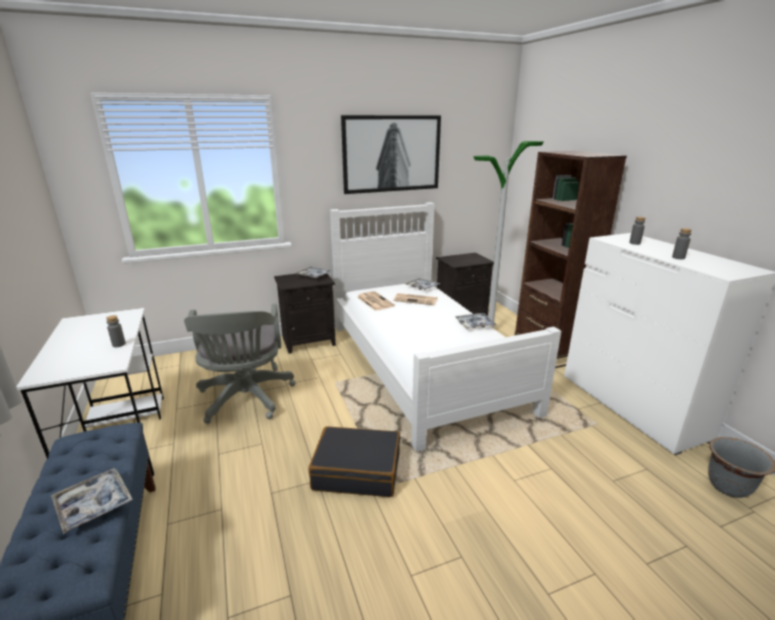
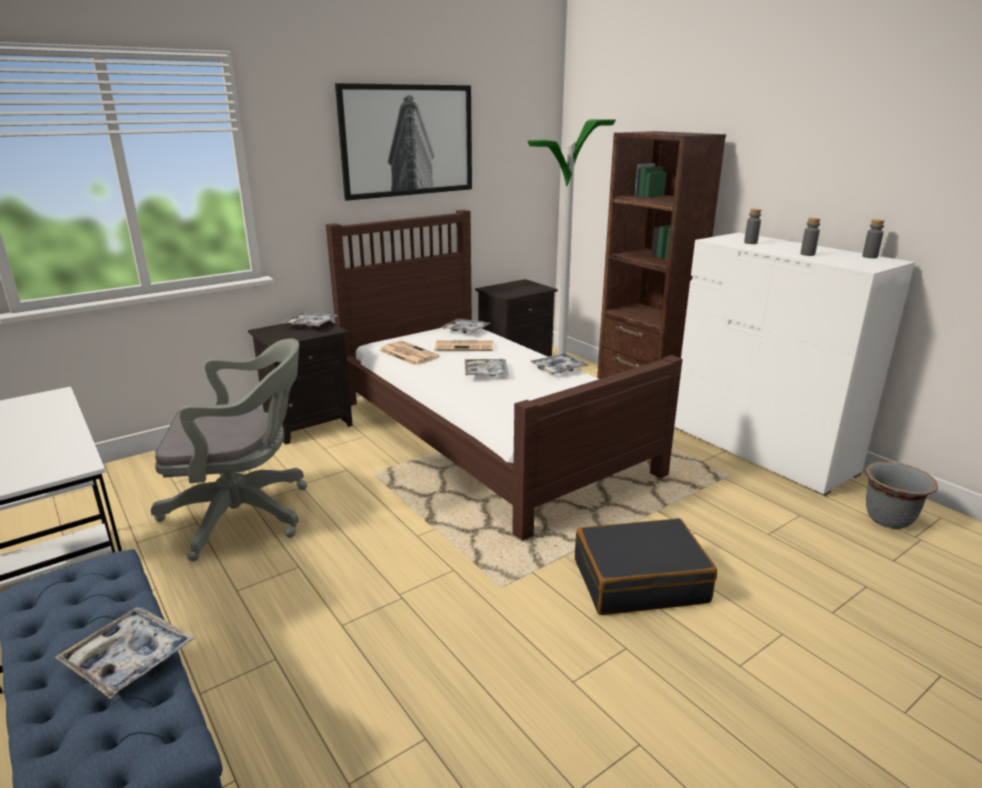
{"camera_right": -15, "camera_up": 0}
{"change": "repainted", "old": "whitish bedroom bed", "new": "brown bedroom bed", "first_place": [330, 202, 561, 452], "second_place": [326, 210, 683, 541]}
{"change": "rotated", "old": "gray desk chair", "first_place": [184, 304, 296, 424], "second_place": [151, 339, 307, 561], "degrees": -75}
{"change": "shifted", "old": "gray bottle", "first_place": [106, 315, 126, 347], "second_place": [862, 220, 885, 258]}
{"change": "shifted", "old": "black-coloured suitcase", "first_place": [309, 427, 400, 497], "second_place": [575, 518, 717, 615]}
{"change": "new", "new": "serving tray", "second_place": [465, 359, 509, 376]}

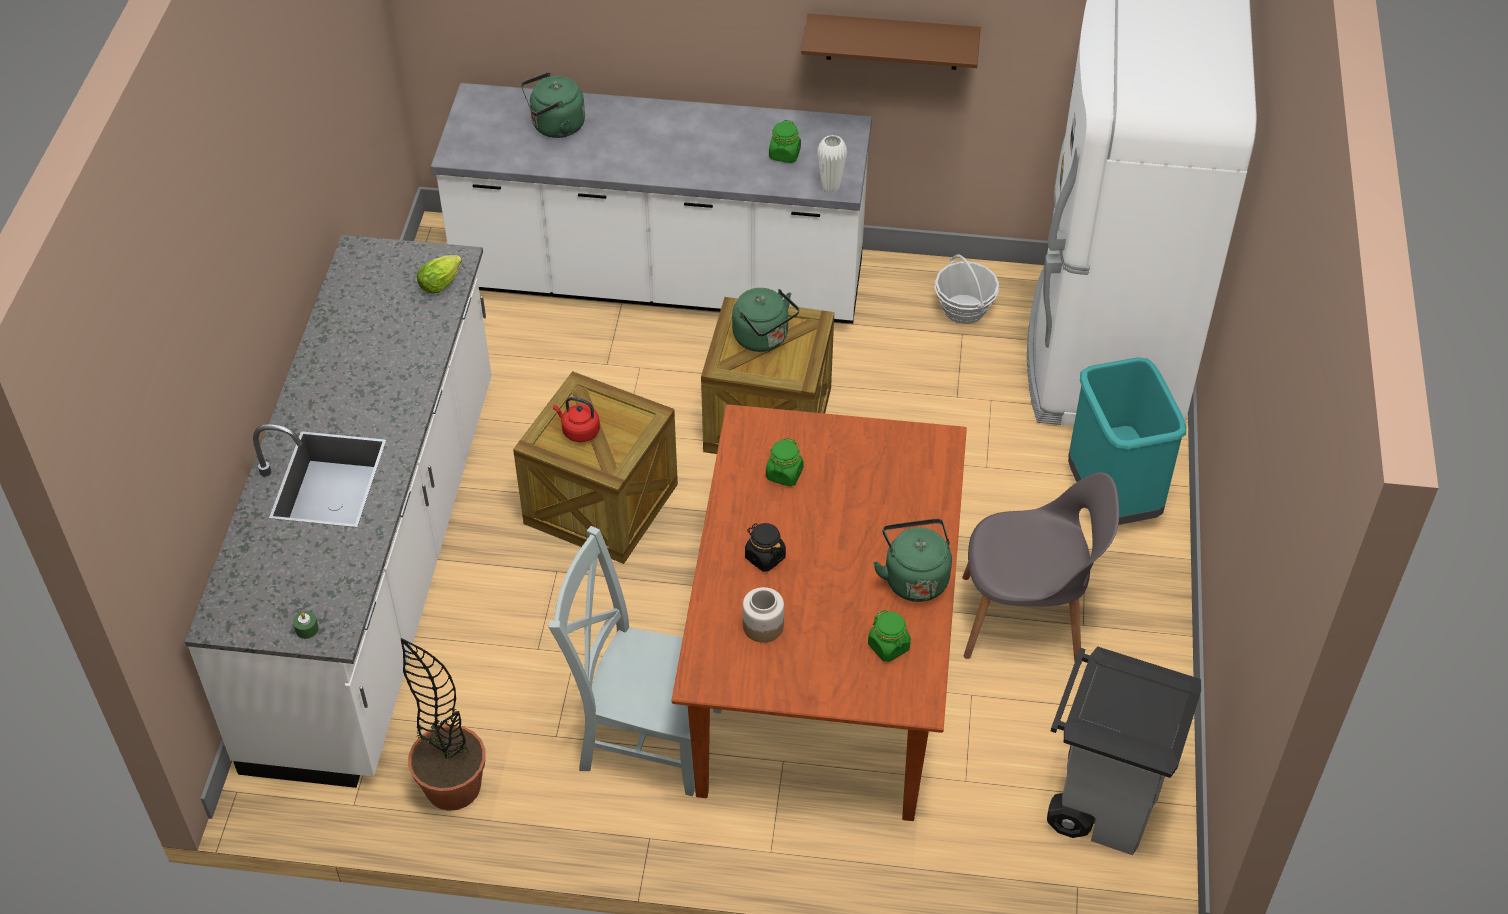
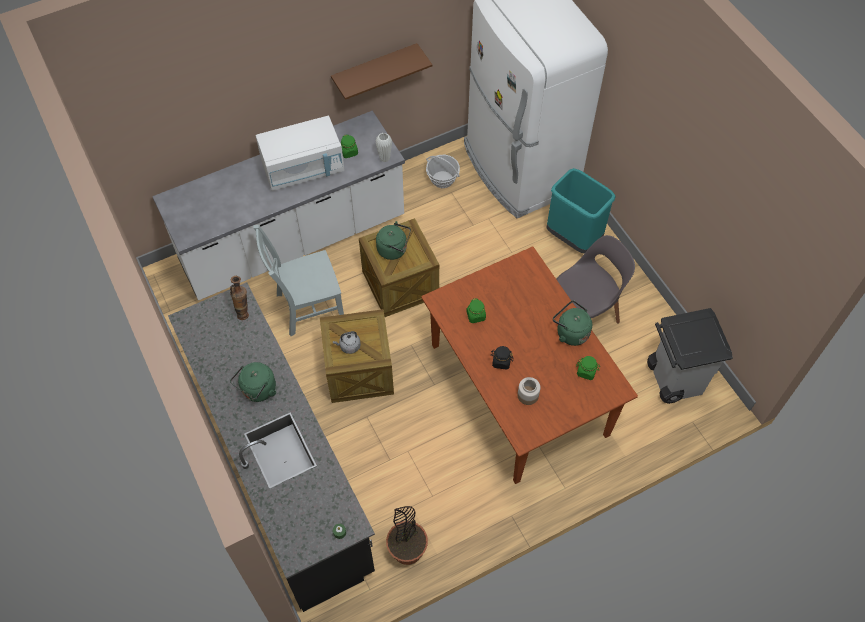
{"camera_right": -35, "camera_up": 10}
{"change": "shifted", "old": "greenish tea kettle", "first_place": [521, 72, 585, 138], "second_place": [230, 362, 276, 402]}
{"change": "repainted", "old": "whitish kitchen counter", "new": "black-coloured kitchen counter", "first_place": [185, 235, 492, 788], "second_place": [168, 282, 375, 612]}
{"change": "swapped", "old": "lettuce", "new": "flower vase", "first_place": [417, 255, 462, 294], "second_place": [230, 276, 249, 320]}
{"change": "repainted", "old": "red-coloured tea kettle", "new": "gray tea kettle", "first_place": [553, 397, 600, 442], "second_place": [333, 331, 361, 354]}
{"change": "shifted", "old": "gray chair", "first_place": [548, 526, 722, 796], "second_place": [253, 225, 344, 336]}
{"change": "new", "new": "whitish microwave oven", "second_place": [256, 116, 345, 191]}

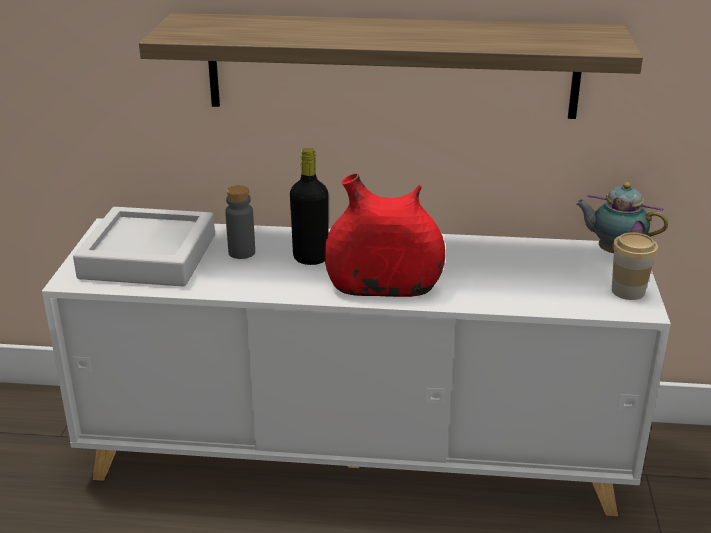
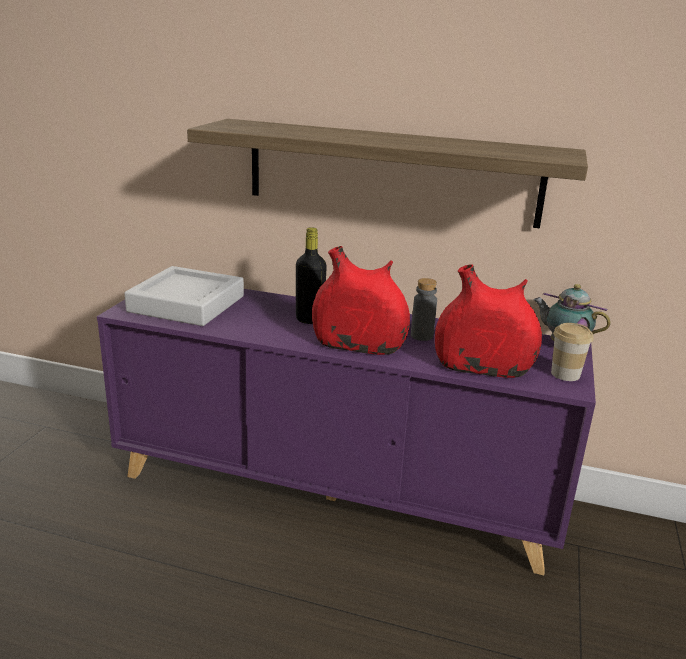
{"camera_right": 10, "camera_up": -5}
{"change": "shifted", "old": "gray bottle", "first_place": [225, 185, 255, 259], "second_place": [411, 278, 437, 341]}
{"change": "repainted", "old": "whitish cabinet", "new": "purple cabinet", "first_place": [42, 218, 671, 516], "second_place": [97, 289, 596, 575]}
{"change": "new", "new": "red-coloured flower vase", "second_place": [435, 264, 542, 378]}

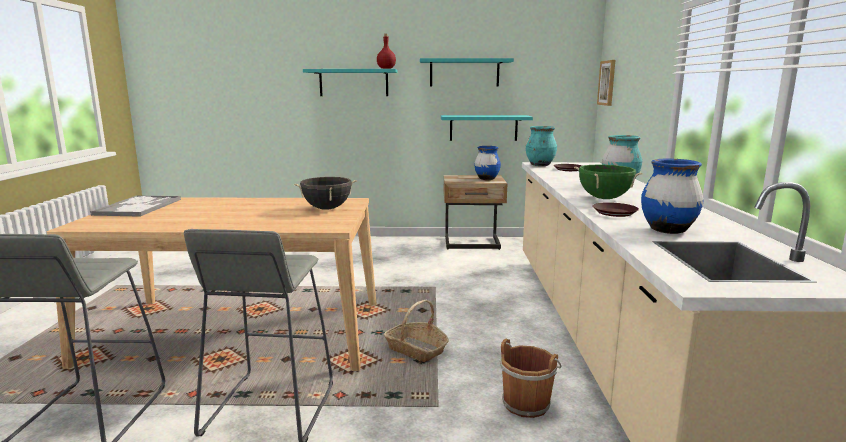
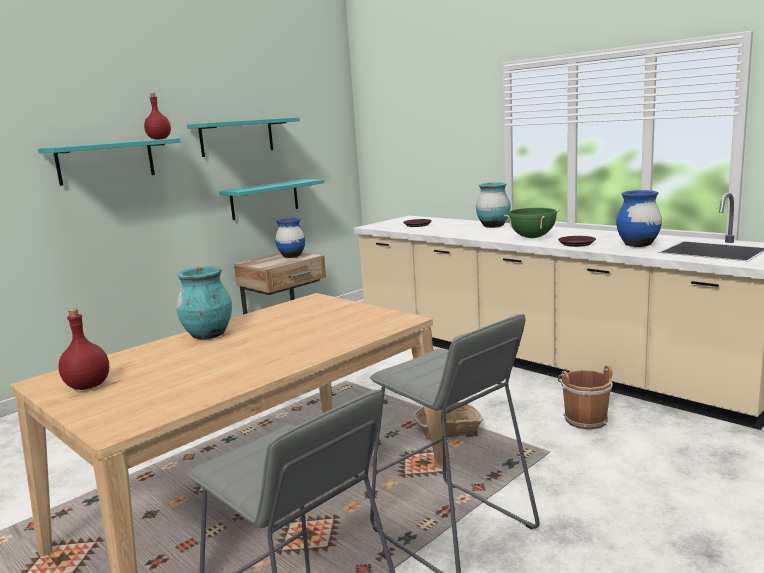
{"camera_right": -45, "camera_up": 0}
{"change": "gone", "old": "wall picture", "first_place": [597, 60, 615, 106]}
{"change": "shifted", "old": "turquoise-coloured flower vase", "first_place": [526, 126, 557, 166], "second_place": [176, 266, 232, 339]}
{"change": "gone", "old": "black-coloured stockpot", "first_place": [294, 177, 357, 210]}
{"change": "swapped", "old": "serving tray", "new": "red-coloured bottle", "first_place": [90, 196, 181, 217], "second_place": [59, 309, 109, 390]}

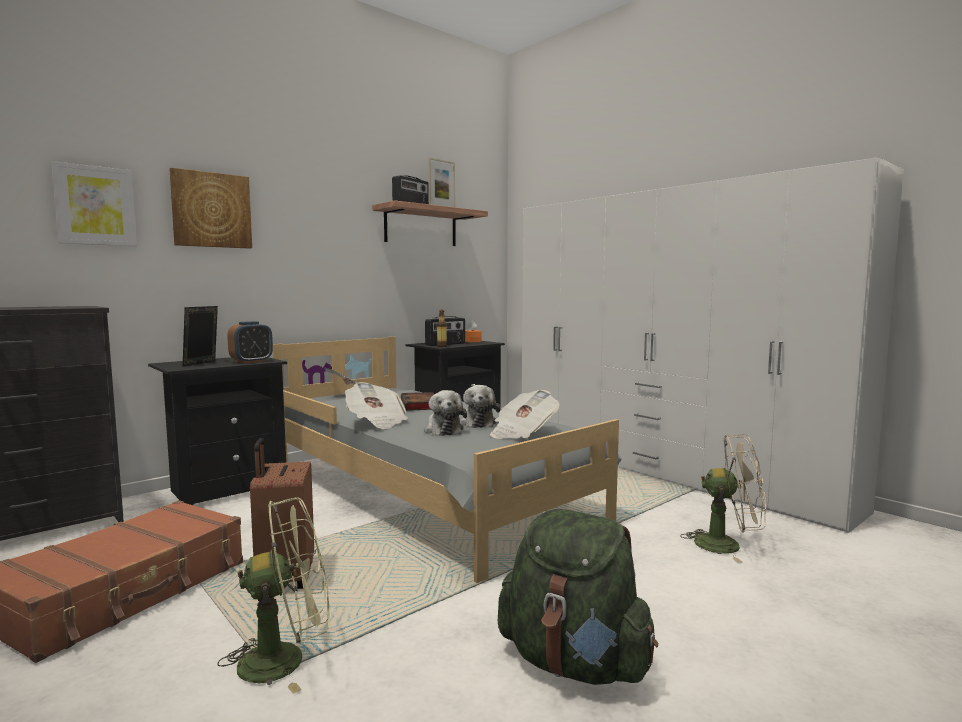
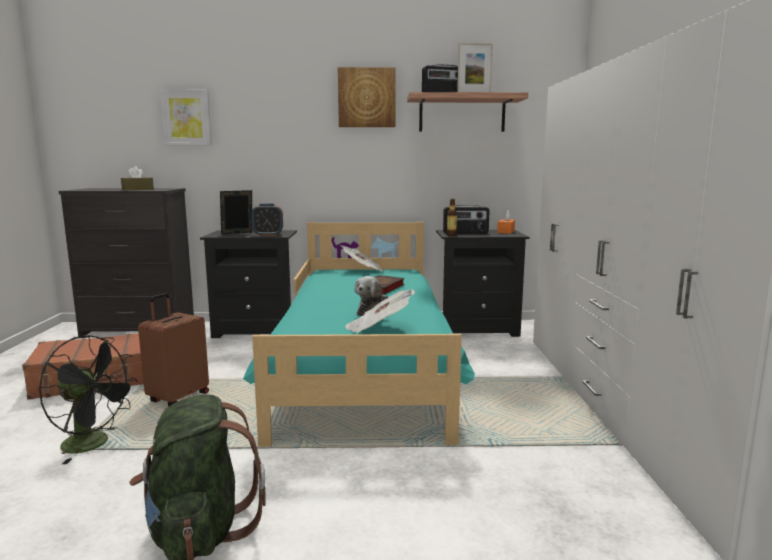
{"camera_right": 40, "camera_up": 5}
{"change": "shifted", "old": "wall picture", "first_place": [170, 168, 252, 249], "second_place": [338, 67, 396, 127]}
{"change": "repainted", "old": "gray bedroom bed", "new": "turquoise-coloured bedroom bed", "first_place": [273, 337, 621, 583], "second_place": [243, 222, 475, 447]}
{"change": "gone", "old": "newspaper", "first_place": [345, 382, 408, 429]}
{"change": "gone", "old": "soft toy", "first_place": [424, 390, 467, 436]}
{"change": "gone", "old": "beige-coloured electric fan", "first_place": [680, 434, 766, 563]}
{"change": "repainted", "old": "greenish electric fan", "new": "black-coloured electric fan", "first_place": [217, 497, 330, 694], "second_place": [39, 335, 138, 464]}
{"change": "new", "new": "brown tissue holder", "second_place": [121, 166, 154, 190]}

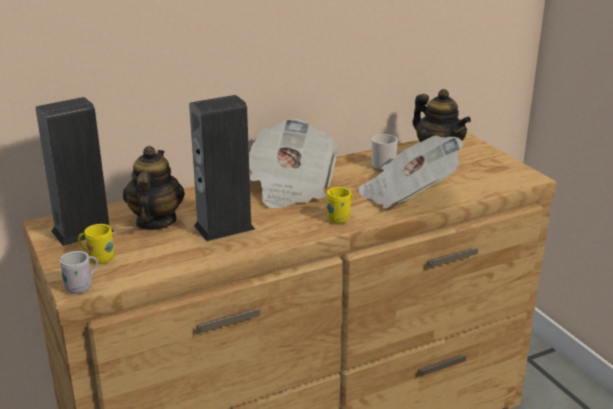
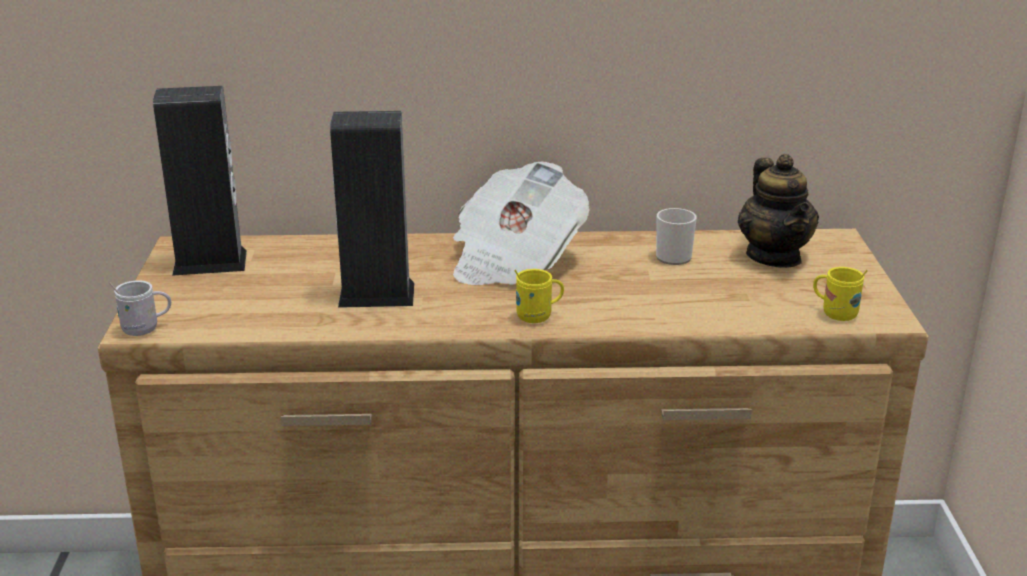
{"camera_right": 25, "camera_up": 0}
{"change": "gone", "old": "newspaper", "first_place": [358, 135, 464, 208]}
{"change": "gone", "old": "teapot", "first_place": [123, 146, 185, 230]}
{"change": "shifted", "old": "yellow-coloured tea mug", "first_place": [78, 224, 114, 264], "second_place": [813, 267, 868, 321]}

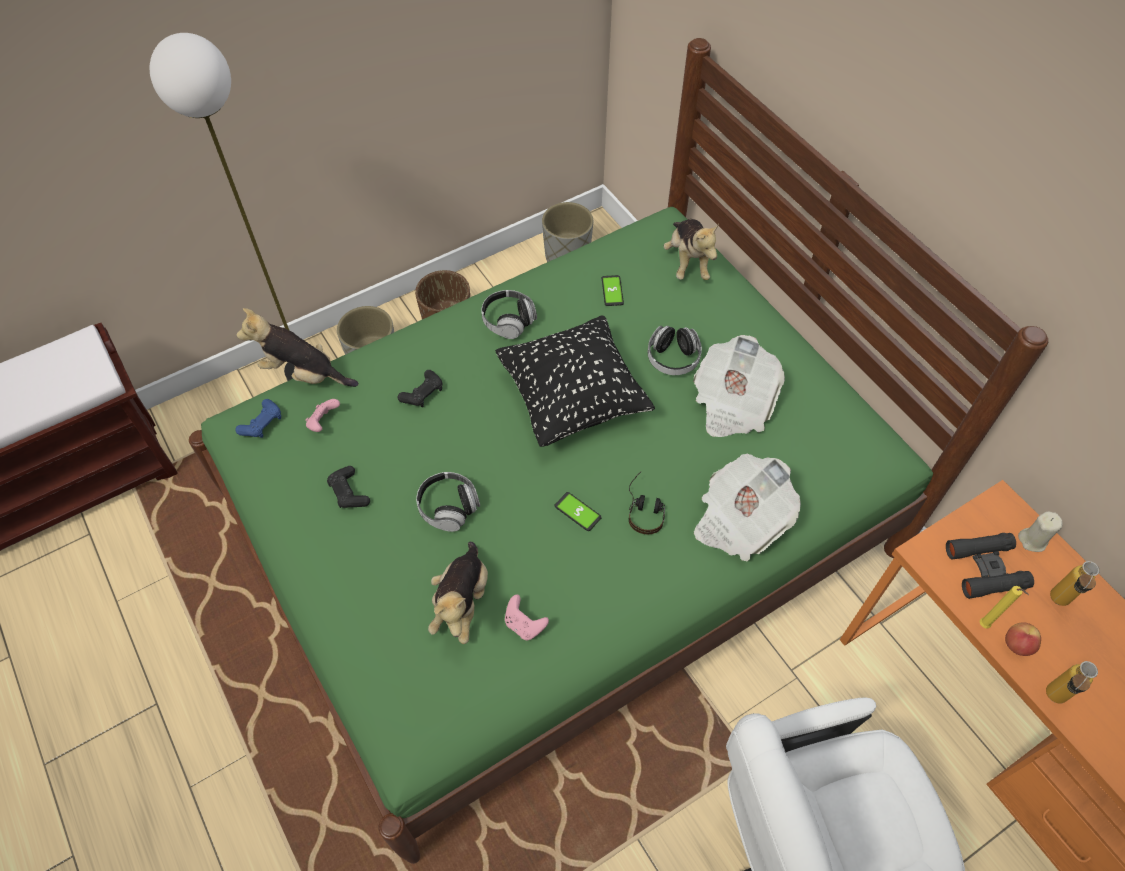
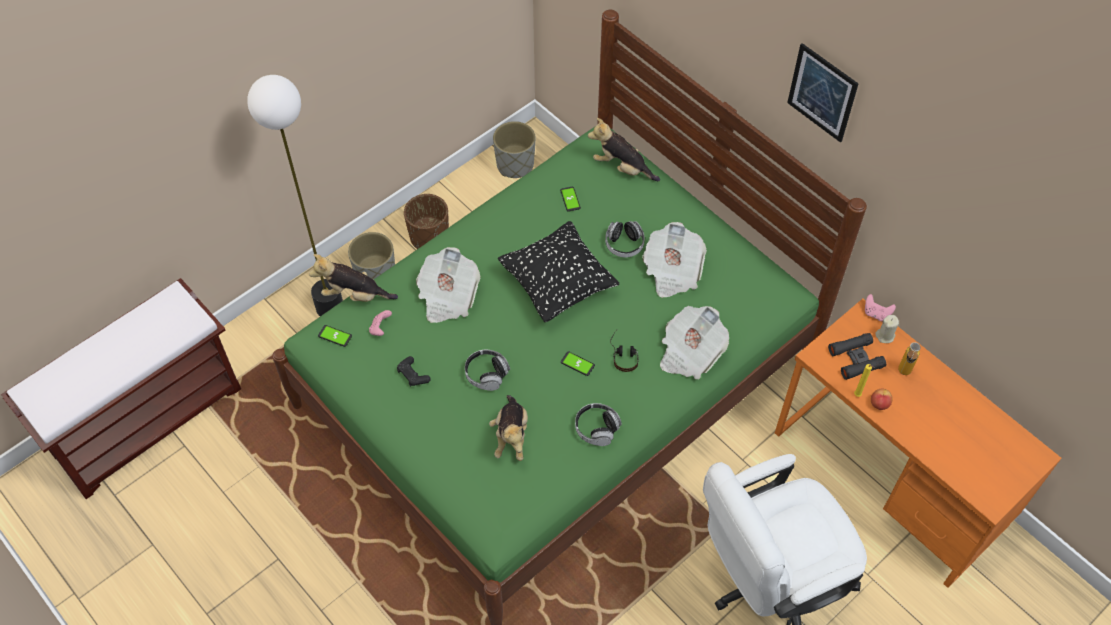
{"camera_right": -10, "camera_up": 0}
{"change": "rotated", "old": "soft toy", "first_place": [664, 219, 719, 280], "second_place": [588, 118, 660, 181], "degrees": 135}
{"change": "shifted", "old": "pair of headphones", "first_place": [481, 290, 537, 339], "second_place": [575, 403, 622, 446]}
{"change": "swapped", "old": "black-coloured gamepad", "new": "newspaper", "first_place": [398, 370, 442, 407], "second_place": [416, 247, 481, 323]}
{"change": "swapped", "old": "bluish gamepad", "new": "phone", "first_place": [236, 399, 281, 438], "second_place": [318, 325, 352, 347]}
{"change": "shifted", "old": "pinkish gamepad", "first_place": [505, 595, 549, 640], "second_place": [865, 294, 896, 321]}
{"change": "gone", "old": "bottle", "first_place": [1046, 661, 1098, 704]}
{"change": "new", "new": "wall picture", "second_place": [787, 43, 859, 143]}

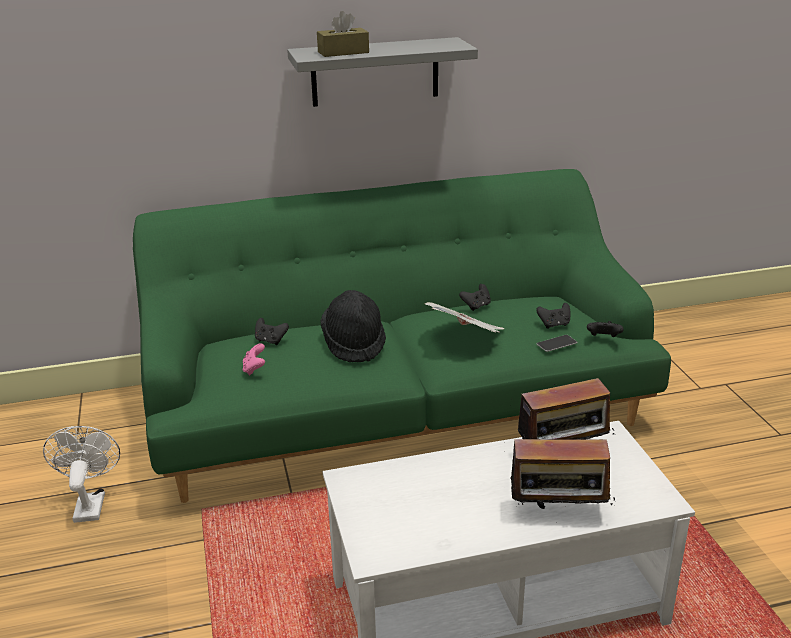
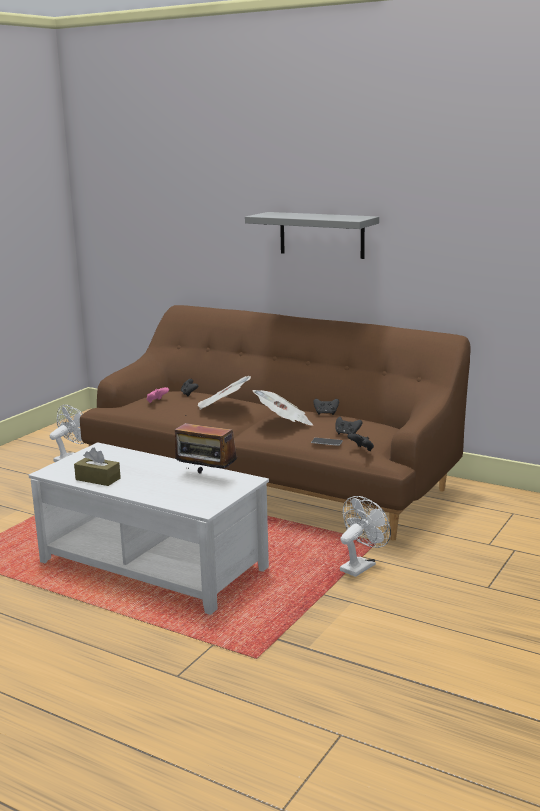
{"camera_right": 45, "camera_up": -10}
{"change": "shifted", "old": "brown tissue holder", "first_place": [317, 11, 369, 57], "second_place": [74, 448, 121, 486]}
{"change": "repainted", "old": "greenish sofa", "new": "brown sofa", "first_place": [133, 169, 671, 503], "second_place": [80, 305, 471, 541]}
{"change": "swapped", "old": "black-coloured wearable hat", "new": "newspaper", "first_place": [321, 290, 386, 362], "second_place": [198, 376, 251, 410]}
{"change": "gone", "old": "radio", "first_place": [510, 436, 615, 518]}
{"change": "new", "new": "whitish electric fan", "second_place": [340, 496, 391, 577]}

